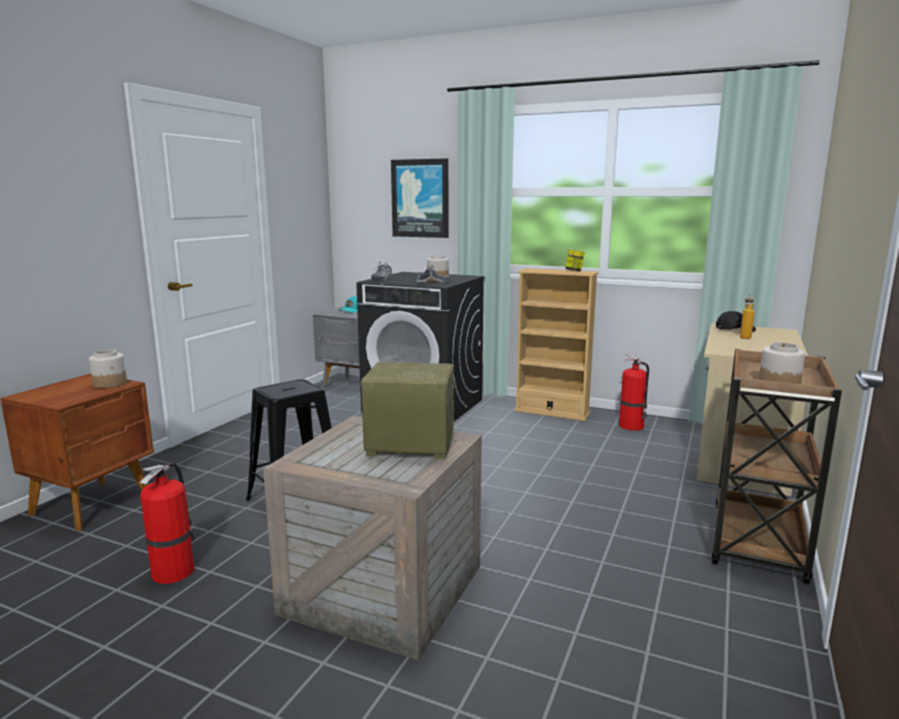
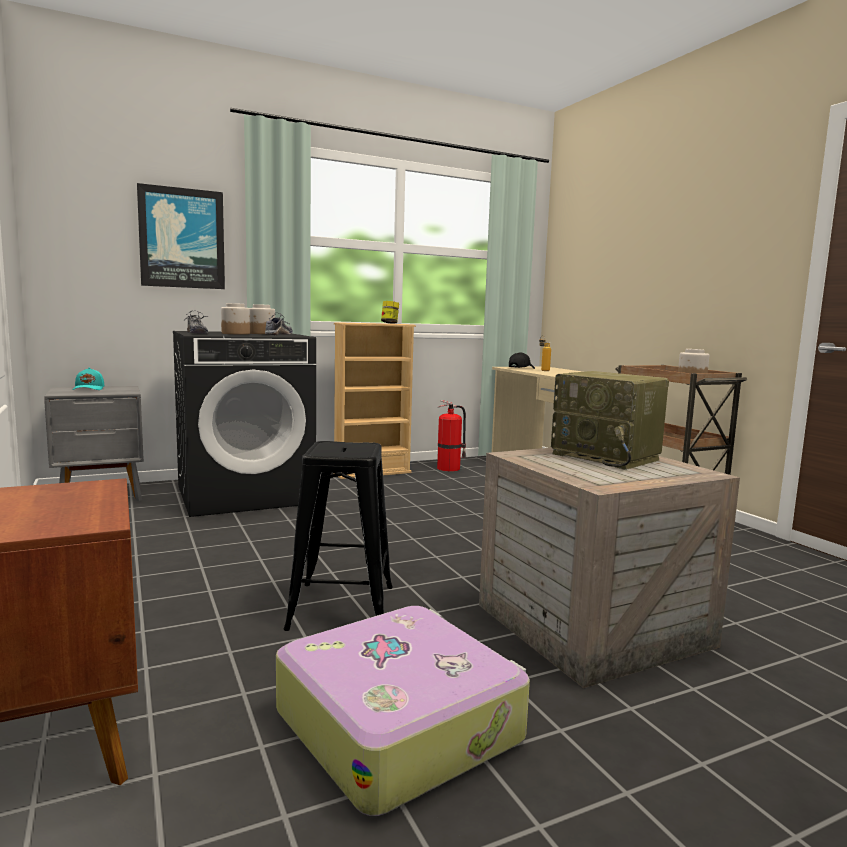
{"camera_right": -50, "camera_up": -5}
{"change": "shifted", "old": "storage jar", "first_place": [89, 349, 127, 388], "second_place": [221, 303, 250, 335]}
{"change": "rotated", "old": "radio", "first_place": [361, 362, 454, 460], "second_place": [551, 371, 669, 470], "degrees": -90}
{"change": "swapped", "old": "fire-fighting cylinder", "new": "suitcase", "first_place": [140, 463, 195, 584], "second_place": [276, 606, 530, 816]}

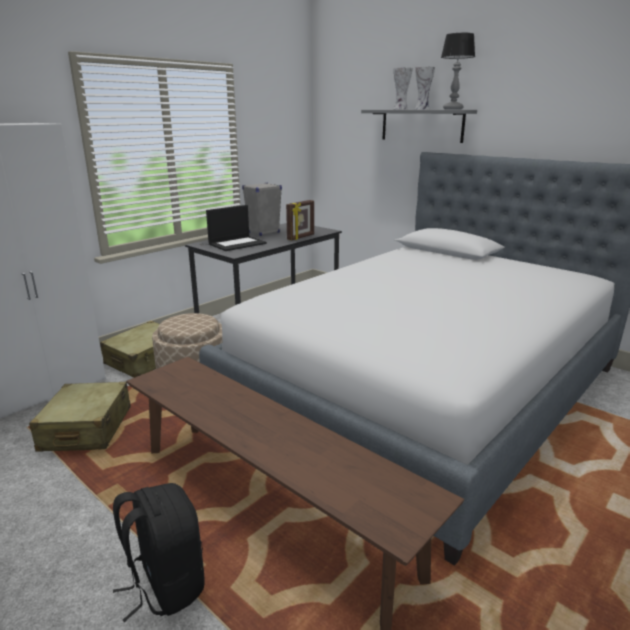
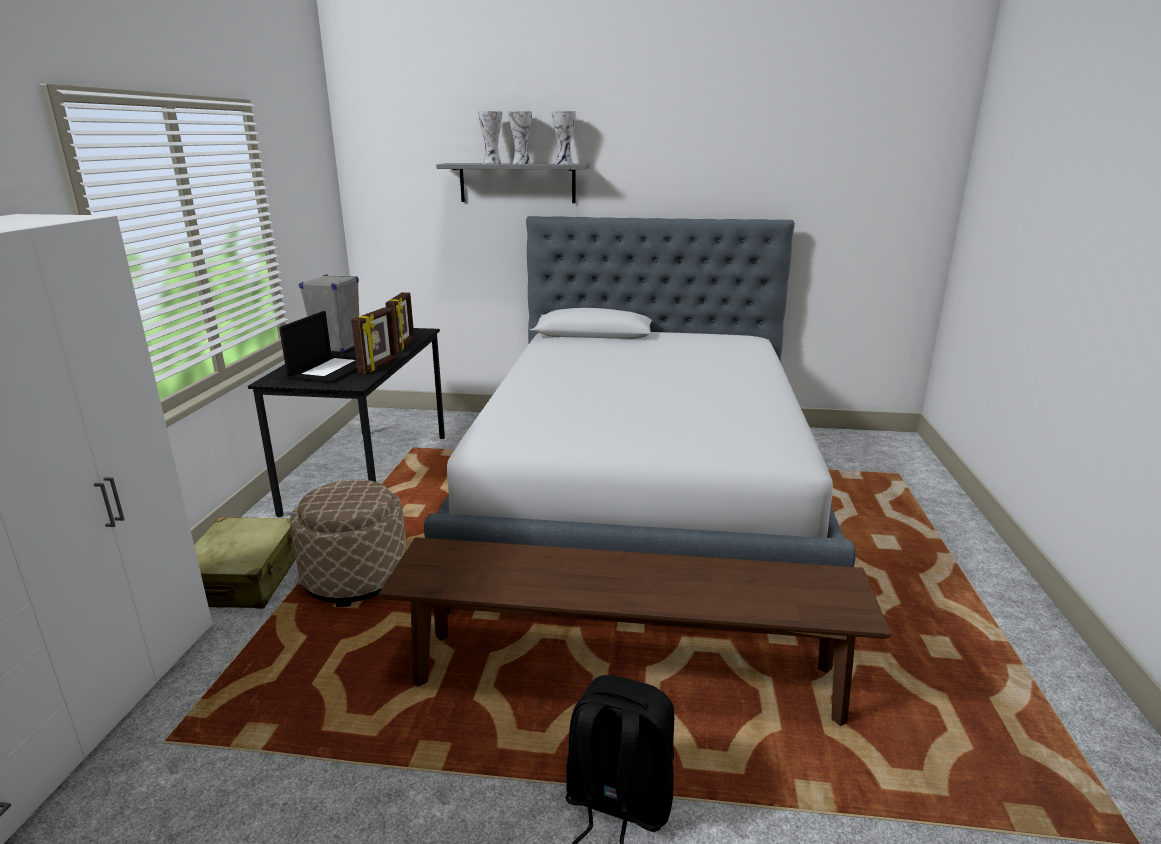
{"camera_right": -35, "camera_up": 0}
{"change": "swapped", "old": "table lamp", "new": "flower vase", "first_place": [441, 33, 475, 110], "second_place": [552, 111, 576, 164]}
{"change": "gone", "old": "beige-coloured suitcase", "first_place": [29, 382, 131, 452]}
{"change": "new", "new": "picture frame", "second_place": [351, 308, 397, 374]}

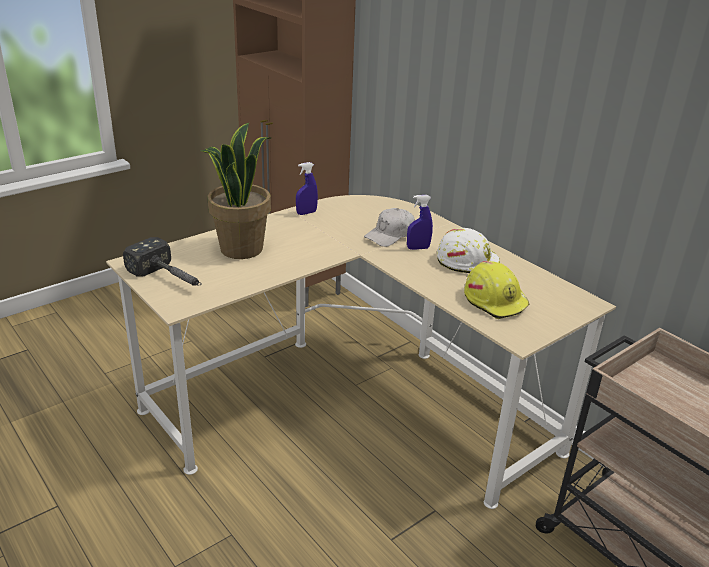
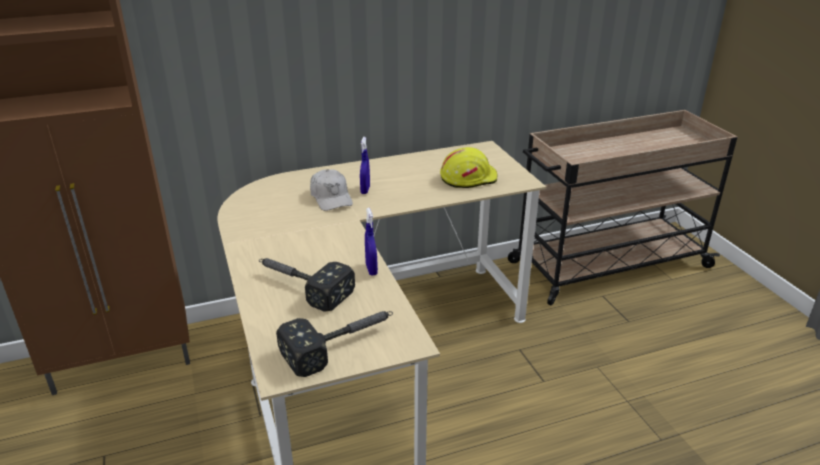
{"camera_right": -70, "camera_up": 0}
{"change": "swapped", "old": "houseplant", "new": "hammer", "first_place": [200, 123, 271, 259], "second_place": [259, 258, 355, 311]}
{"change": "shifted", "old": "bluish spray bottle", "first_place": [296, 162, 318, 215], "second_place": [365, 208, 378, 275]}
{"change": "gone", "old": "whitish hard hat", "first_place": [437, 228, 500, 273]}

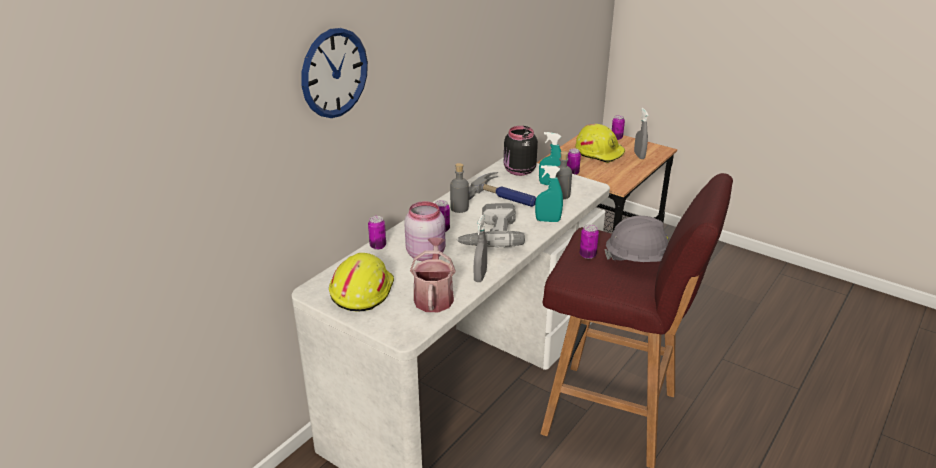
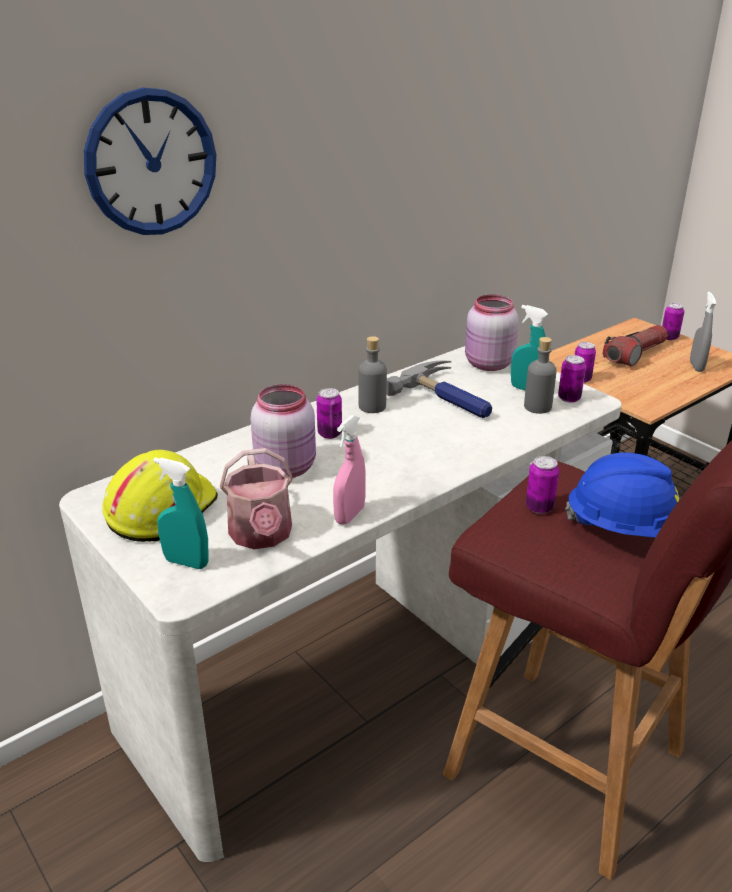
{"camera_right": 15, "camera_up": 0}
{"change": "swapped", "old": "yellow-coloured hard hat", "new": "torch", "first_place": [575, 124, 625, 163], "second_place": [602, 325, 668, 366]}
{"change": "repainted", "old": "black-coloured storage jar", "new": "pinkish storage jar", "first_place": [504, 126, 538, 176], "second_place": [465, 295, 519, 371]}
{"change": "shifted", "old": "turquoise-coloured spray bottle", "first_place": [535, 165, 563, 222], "second_place": [153, 457, 209, 569]}
{"change": "gone", "old": "electric drill", "first_place": [456, 203, 525, 247]}
{"change": "repainted", "old": "gray spray bottle", "new": "pinkish spray bottle", "first_place": [474, 215, 487, 282], "second_place": [333, 415, 366, 525]}
{"change": "shifted", "old": "metal can", "first_place": [368, 216, 386, 250], "second_place": [558, 355, 586, 403]}
{"change": "repainted", "old": "gray hard hat", "new": "bluish hard hat", "first_place": [604, 216, 670, 262], "second_place": [565, 452, 681, 538]}
{"change": "rotated", "old": "watering pot", "first_place": [410, 237, 456, 312], "second_place": [220, 448, 293, 549], "degrees": 150}

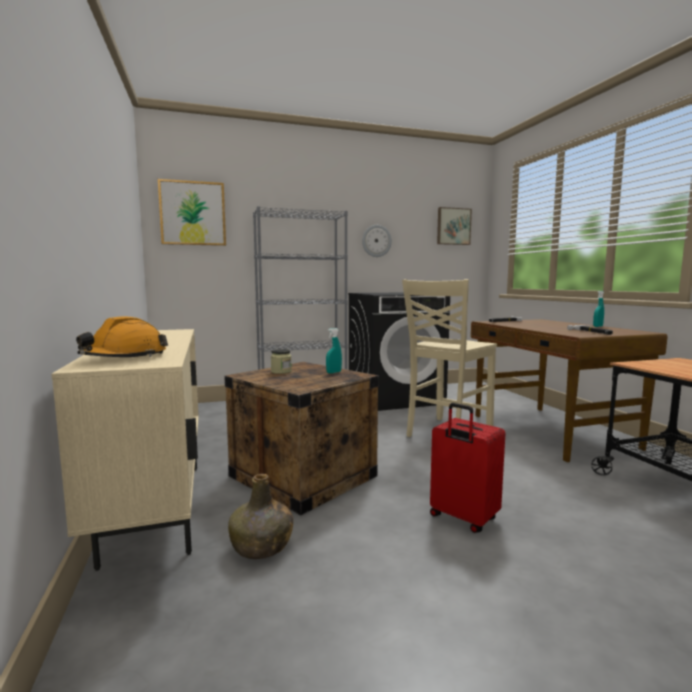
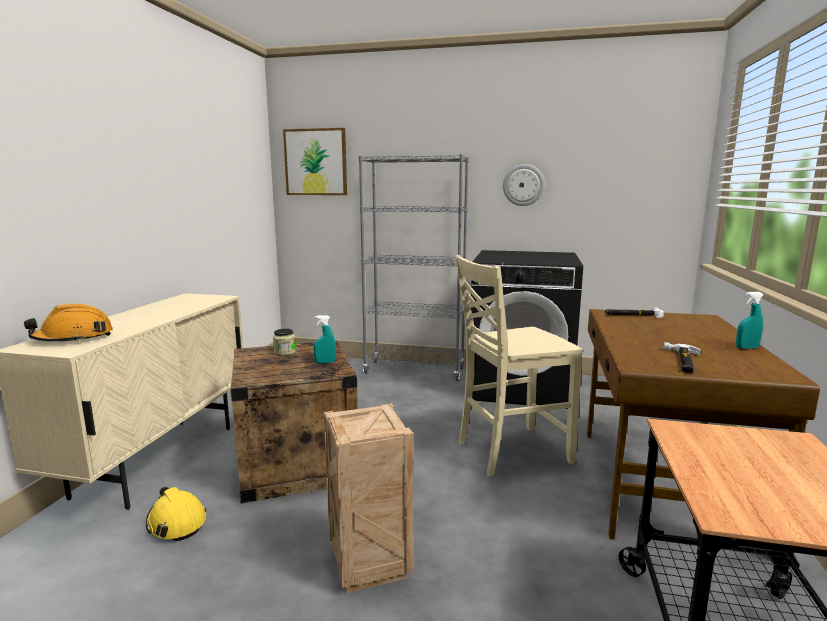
{"camera_right": 30, "camera_up": 5}
{"change": "gone", "old": "wall picture", "first_place": [437, 207, 472, 245]}
{"change": "swapped", "old": "red-coloured suitcase", "new": "packing crate", "first_place": [430, 403, 505, 533], "second_place": [324, 403, 414, 593]}
{"change": "swapped", "old": "greenish bottle", "new": "yellow-coloured hard hat", "first_place": [228, 474, 293, 559], "second_place": [146, 487, 206, 541]}

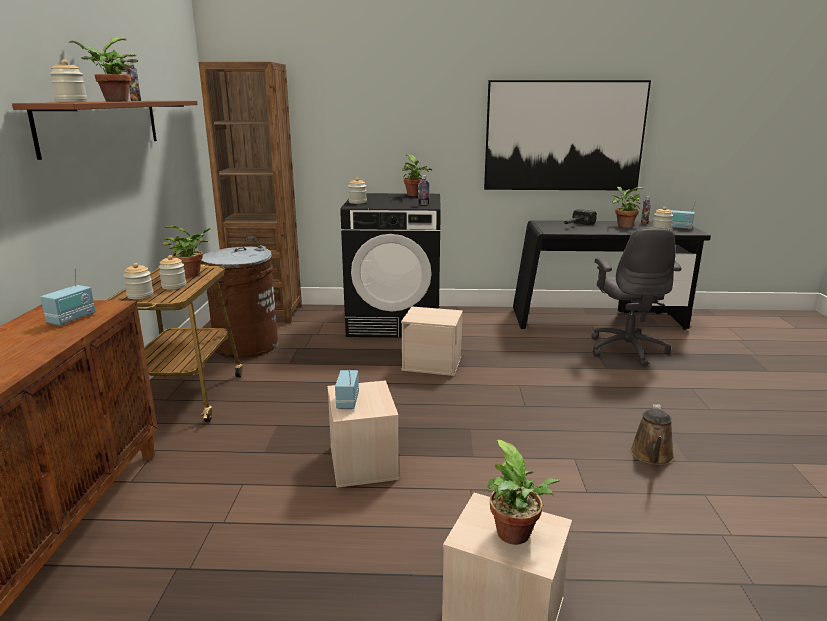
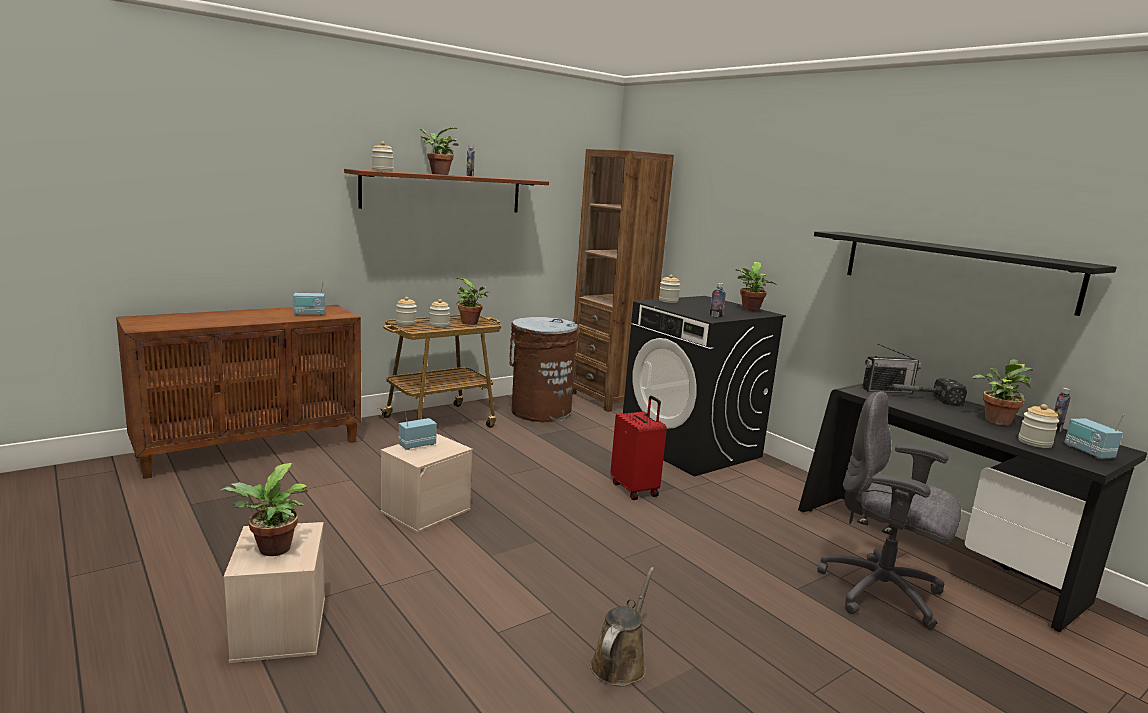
{"camera_right": 50, "camera_up": -5}
{"change": "swapped", "old": "wall picture", "new": "black-coloured shelf", "first_place": [484, 80, 651, 191], "second_place": [814, 232, 1117, 316]}
{"change": "rotated", "old": "gray desk chair", "first_place": [591, 227, 682, 367], "second_place": [817, 391, 961, 629], "degrees": 75}
{"change": "swapped", "old": "beige-coloured storage container", "new": "red-coloured suitcase", "first_place": [401, 307, 463, 376], "second_place": [611, 396, 667, 500]}
{"change": "rotated", "old": "brown watering pot", "first_place": [630, 404, 674, 465], "second_place": [590, 567, 655, 687], "degrees": 135}
{"change": "new", "new": "radio", "second_place": [862, 344, 921, 393]}

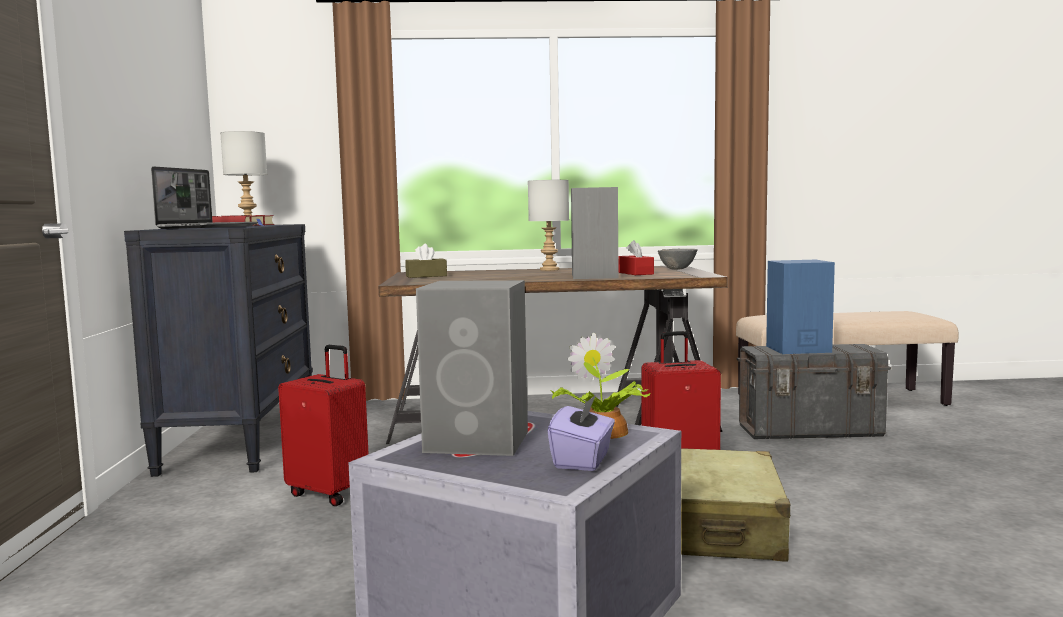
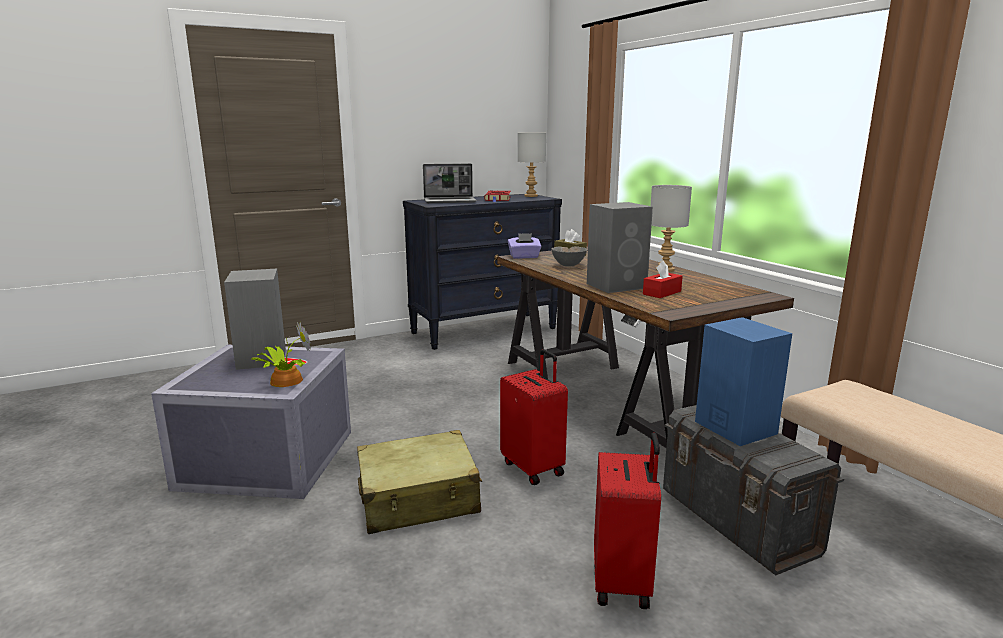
{"camera_right": 65, "camera_up": 10}
{"change": "shifted", "old": "gray deep dish", "first_place": [658, 249, 698, 270], "second_place": [552, 246, 587, 267]}
{"change": "shifted", "old": "red-coloured suitcase", "first_place": [278, 345, 369, 506], "second_place": [594, 433, 661, 609]}
{"change": "shifted", "old": "purple tissue holder", "first_place": [548, 395, 615, 471], "second_place": [508, 233, 542, 259]}

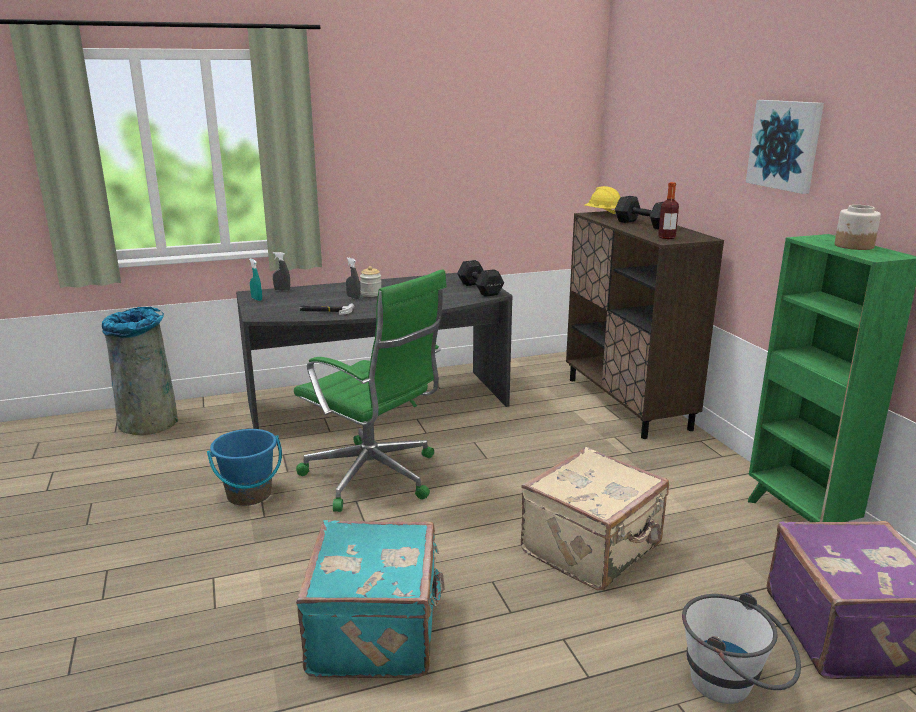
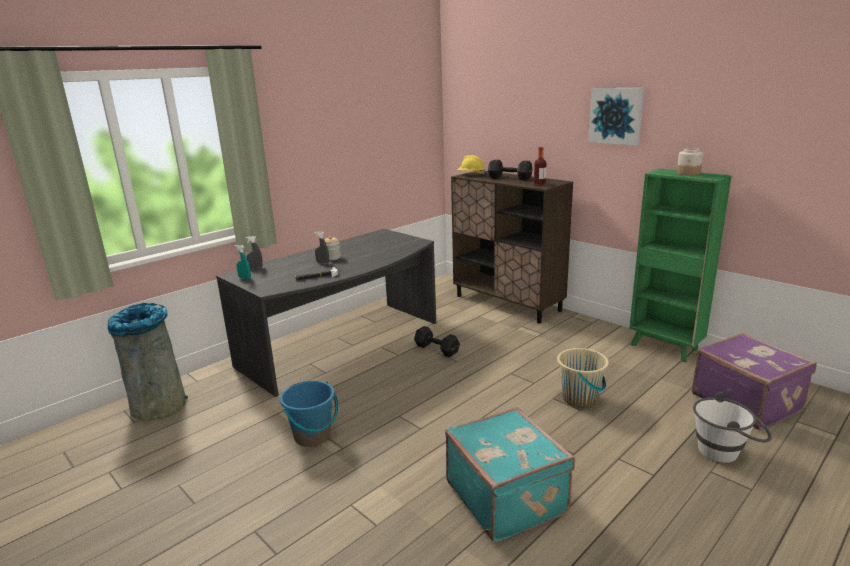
{"camera_right": -25, "camera_up": 0}
{"change": "shifted", "old": "black-coloured dumbbell", "first_place": [457, 260, 504, 297], "second_place": [414, 326, 460, 357]}
{"change": "gone", "old": "greenish desk chair", "first_place": [294, 269, 447, 512]}
{"change": "swapped", "old": "beige-coloured suitcase", "new": "beige-coloured pail", "first_place": [521, 447, 669, 590], "second_place": [557, 348, 609, 408]}

